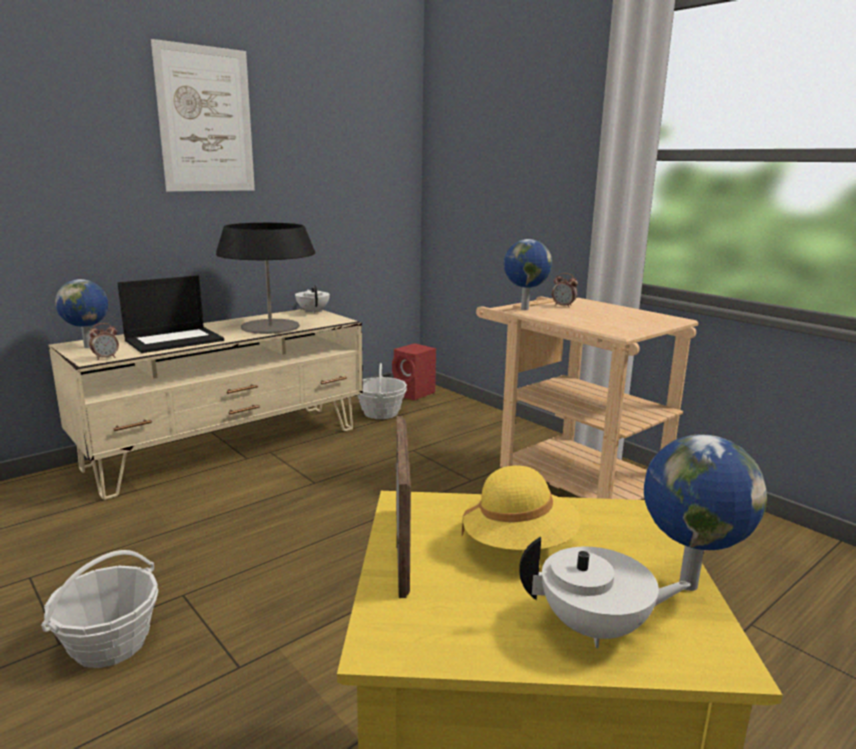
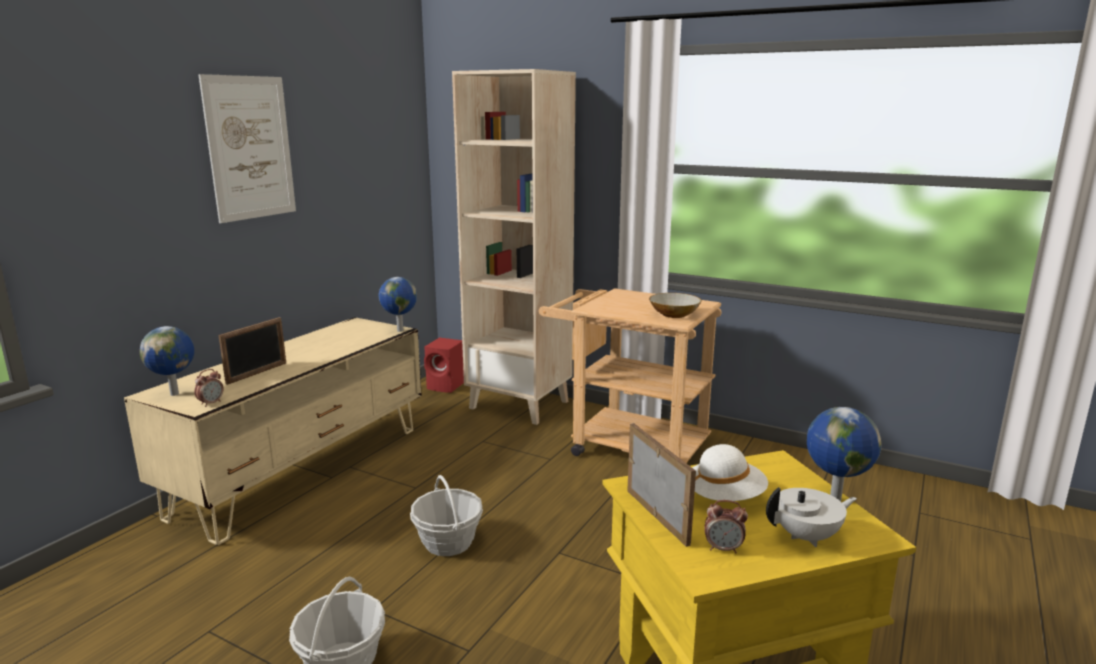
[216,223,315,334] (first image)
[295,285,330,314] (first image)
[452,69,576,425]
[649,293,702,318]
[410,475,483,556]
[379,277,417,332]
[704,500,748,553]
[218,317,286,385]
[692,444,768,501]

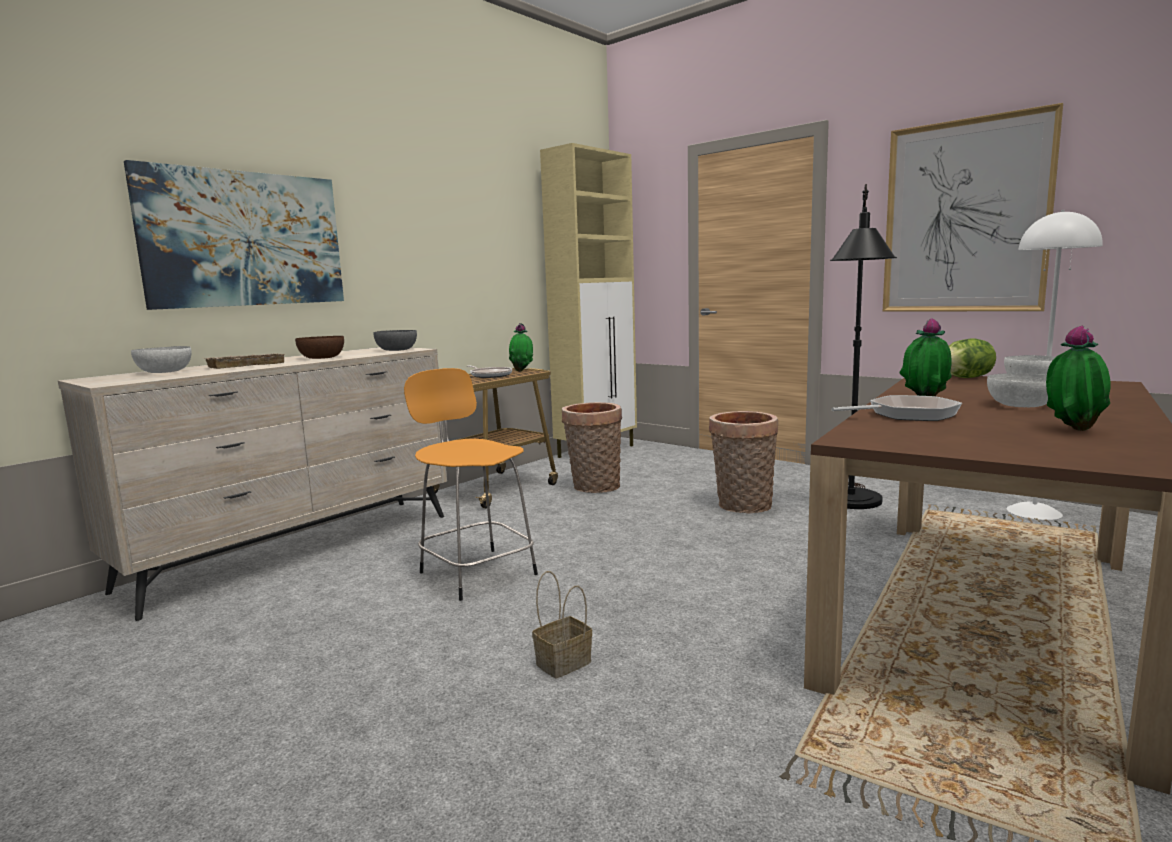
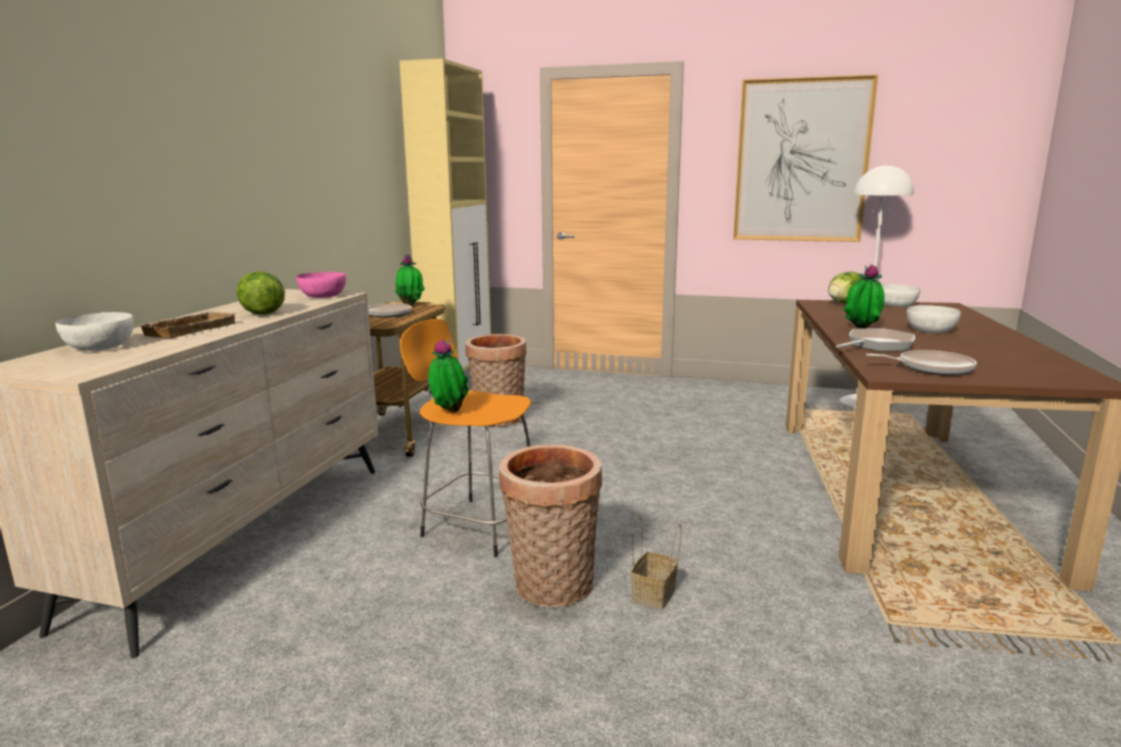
[124,160,344,310] (first image)
[830,184,897,509] (first image)
[866,350,977,375]
[499,444,602,607]
[428,339,469,412]
[237,271,285,315]
[296,272,346,298]

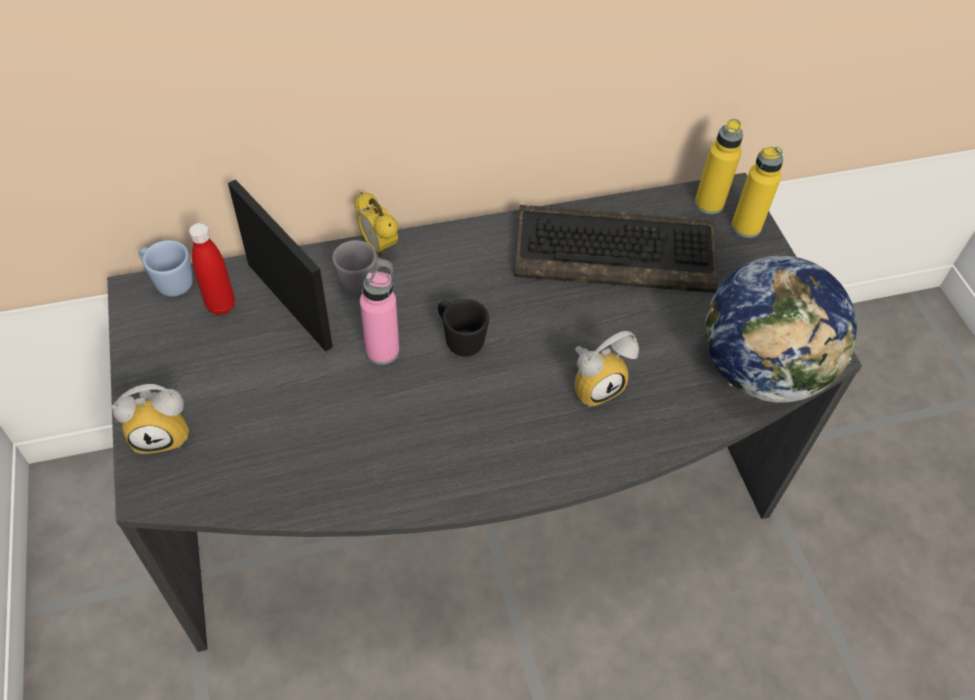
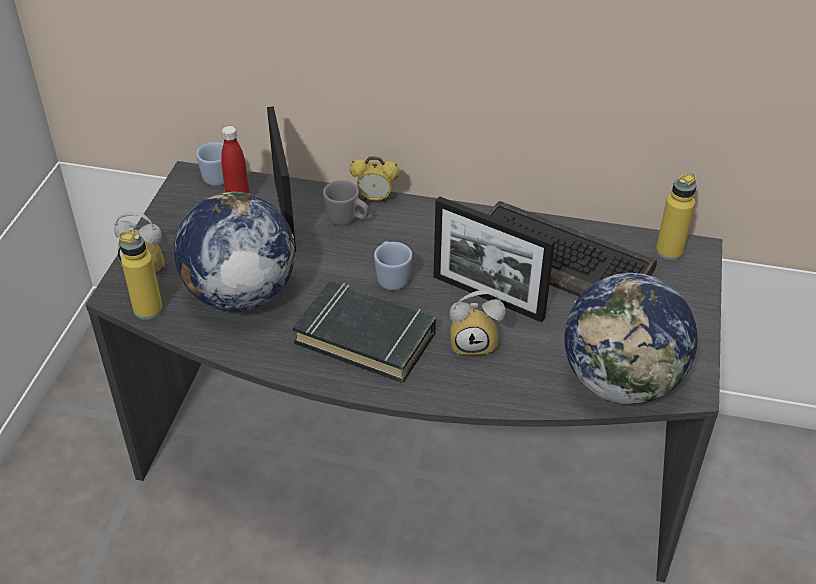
[360,272,399,365] (first image)
[174,192,295,312]
[293,281,436,383]
[433,196,555,322]
[119,231,163,320]
[374,241,412,290]
[350,157,400,203]

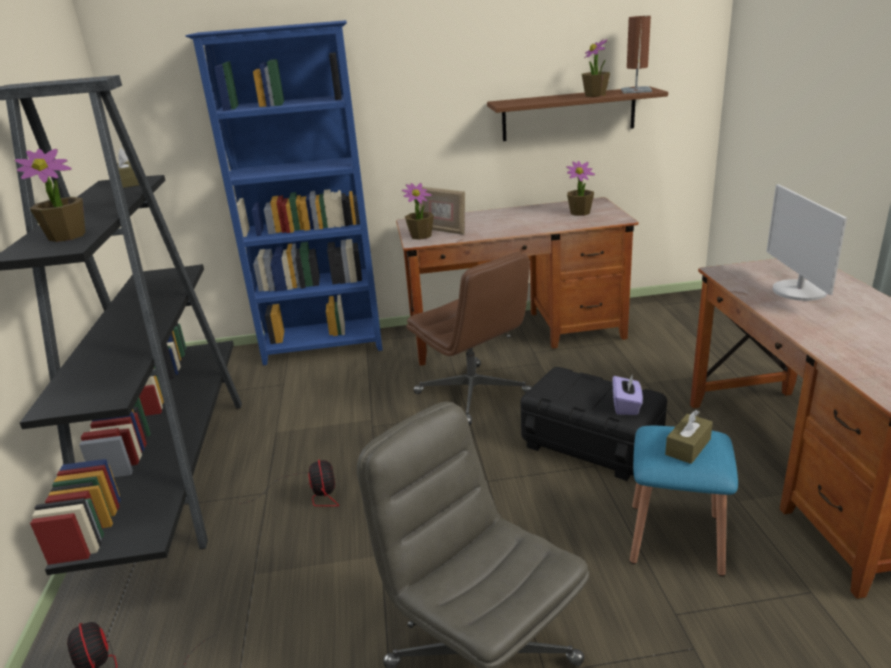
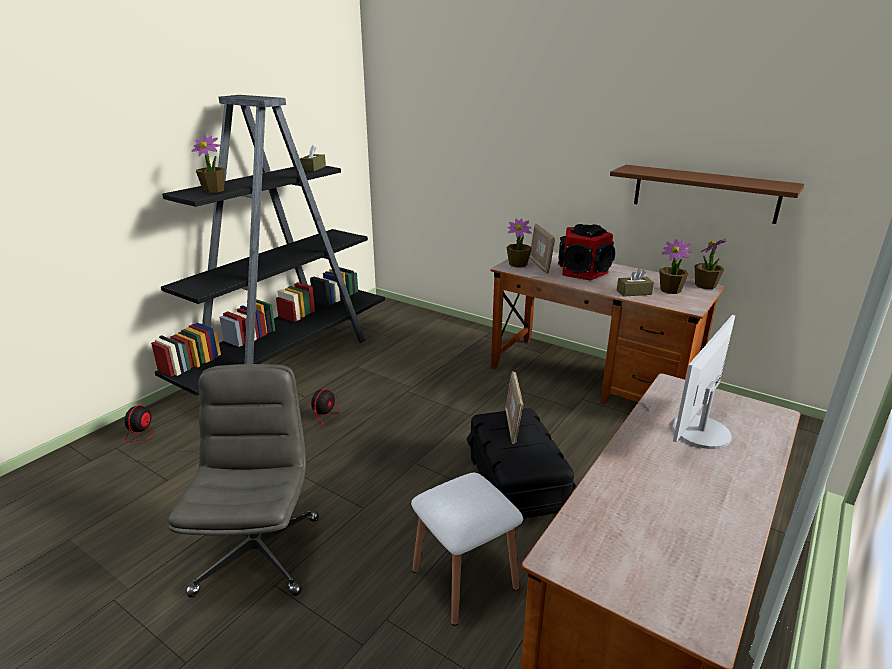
[186,20,383,365] (first image)
[406,252,532,425] (first image)
[612,376,643,415] (first image)
[621,16,652,94] (first image)
[505,371,523,444]
[558,224,615,281]
[695,239,726,289]
[617,268,654,297]
[411,473,523,626]

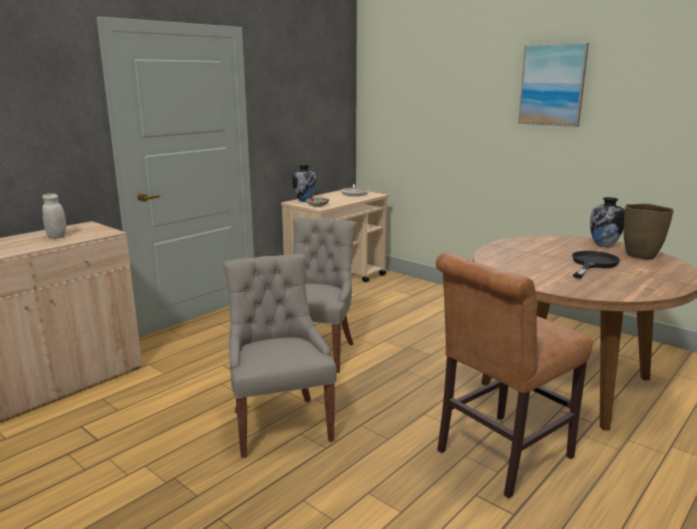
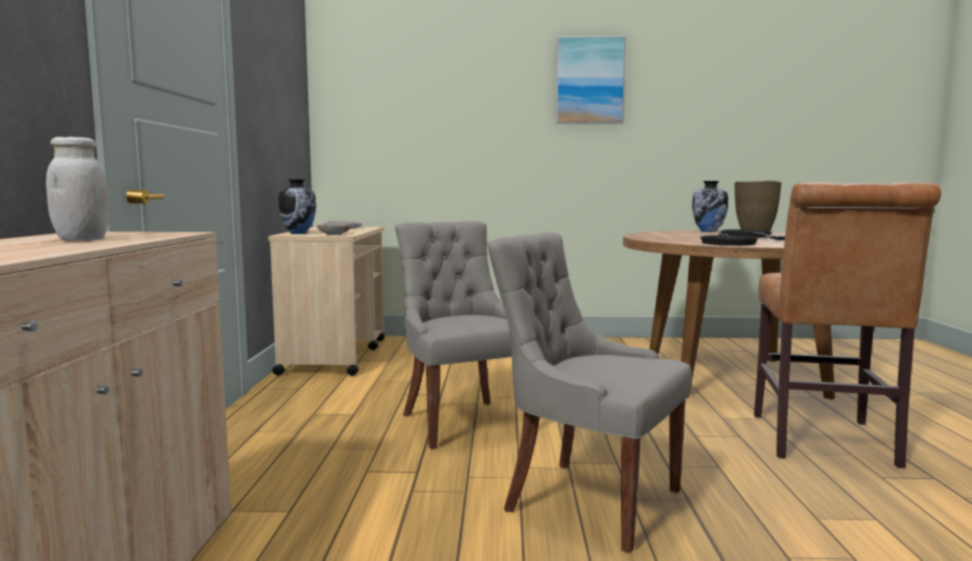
[700,233,758,246]

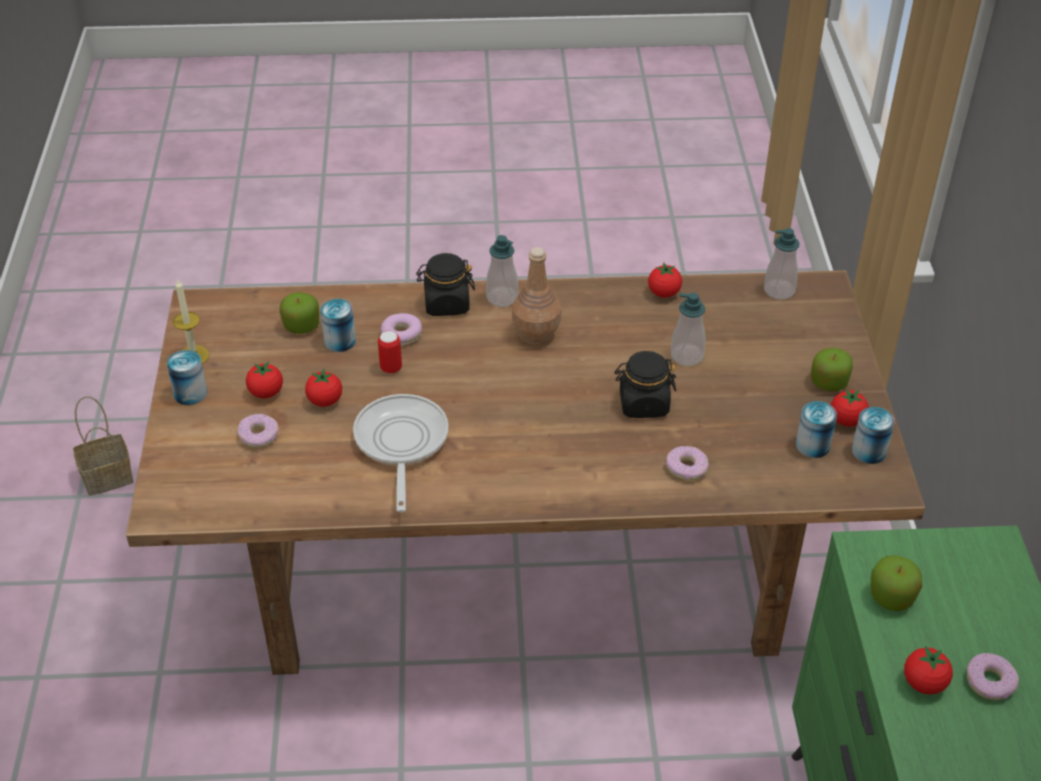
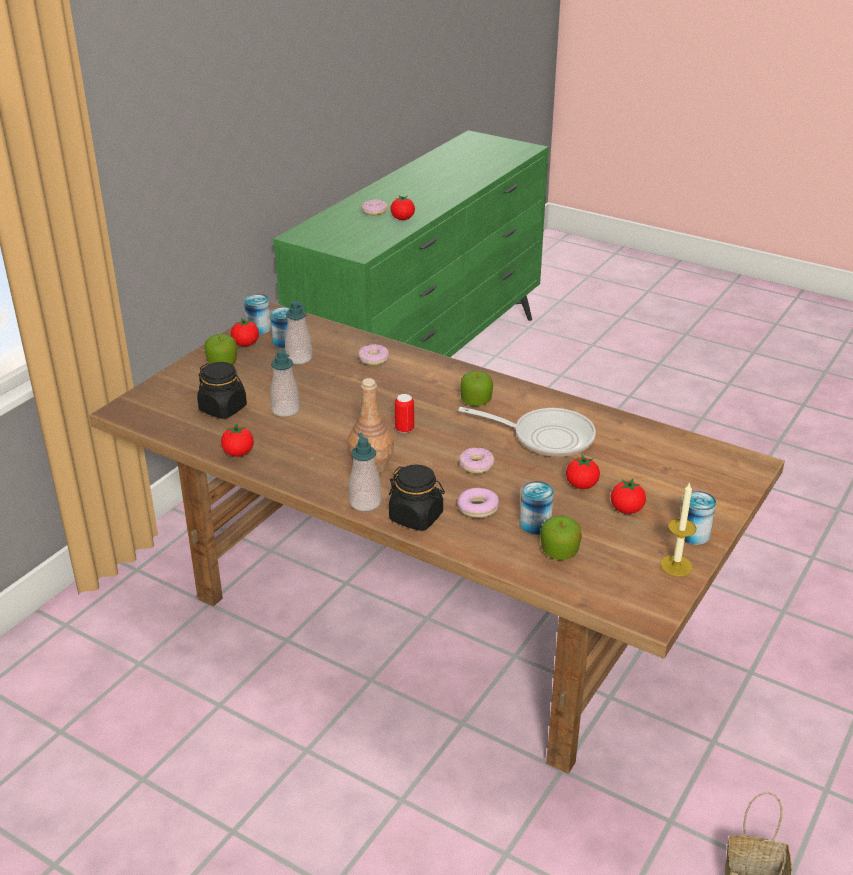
[459,448,494,474]
[395,394,414,433]
[197,362,247,419]
[285,301,313,364]
[461,370,493,406]
[458,407,596,457]

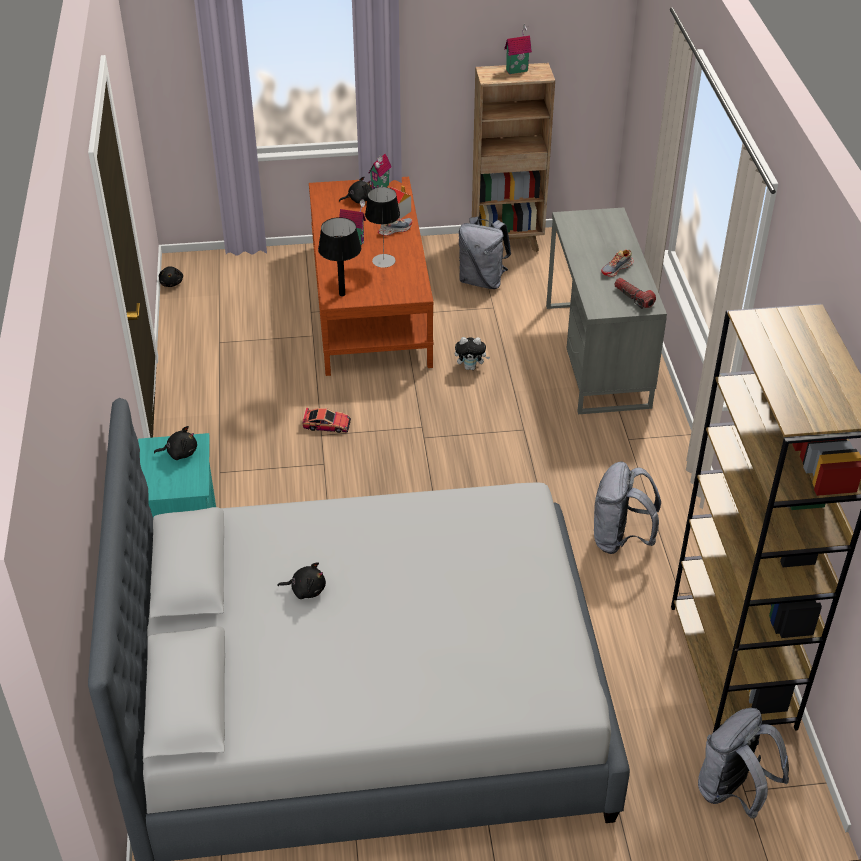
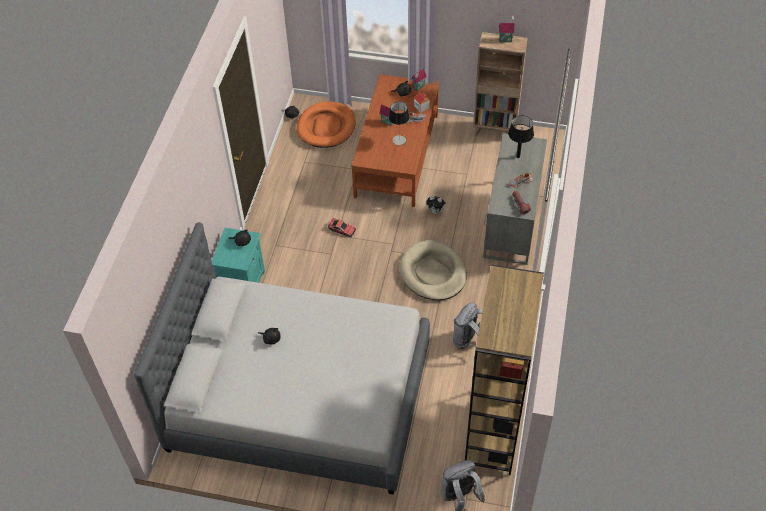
[459,217,511,289] (first image)
[296,101,356,148]
[400,240,467,300]
[508,116,534,158]

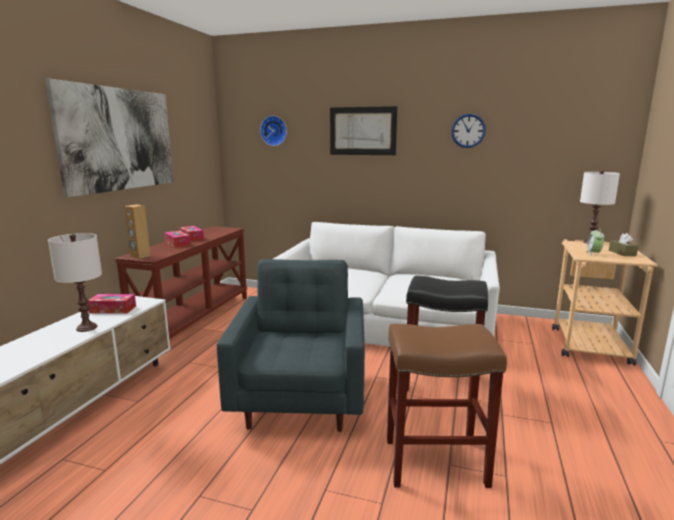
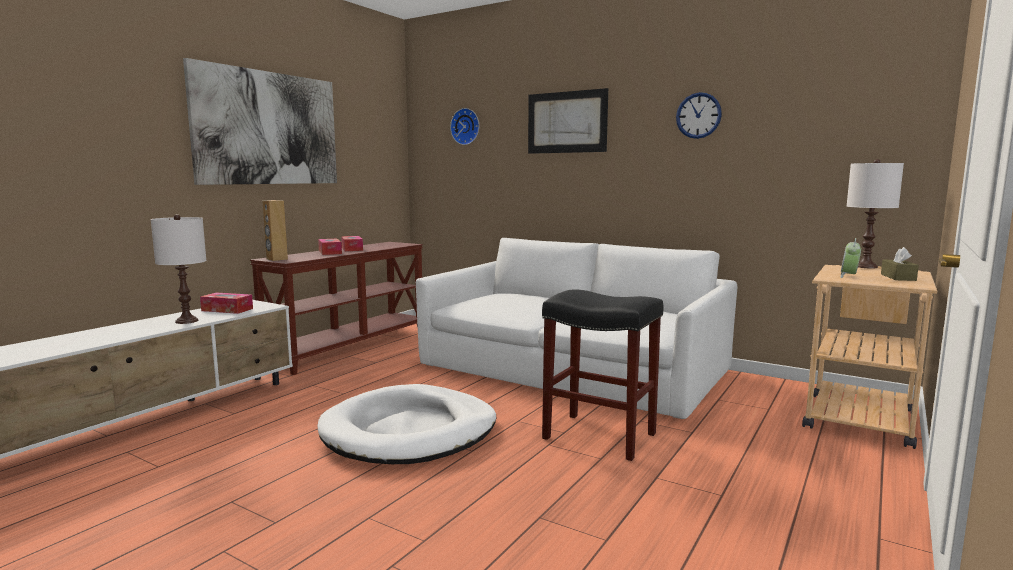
[387,324,507,488] (first image)
[317,384,496,464]

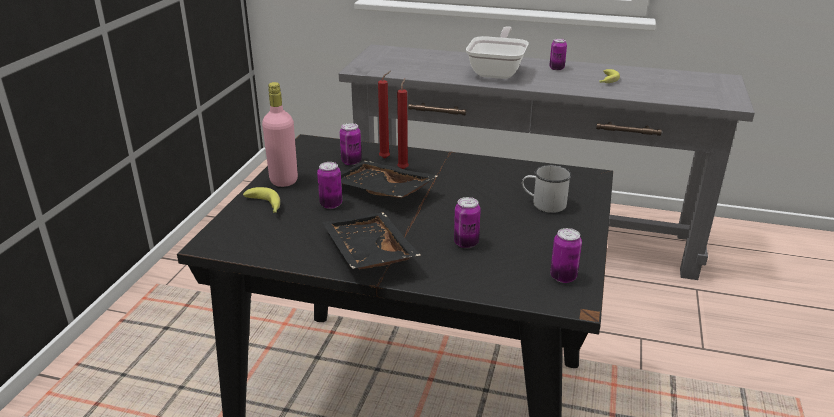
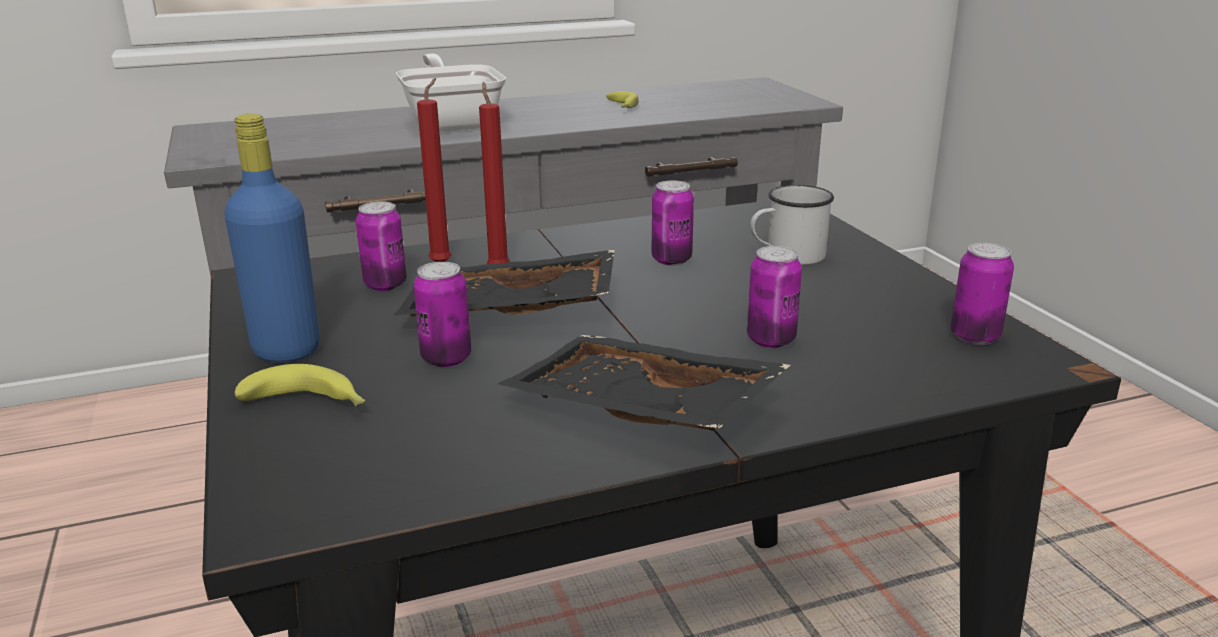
[651,180,694,265]
[224,114,320,362]

